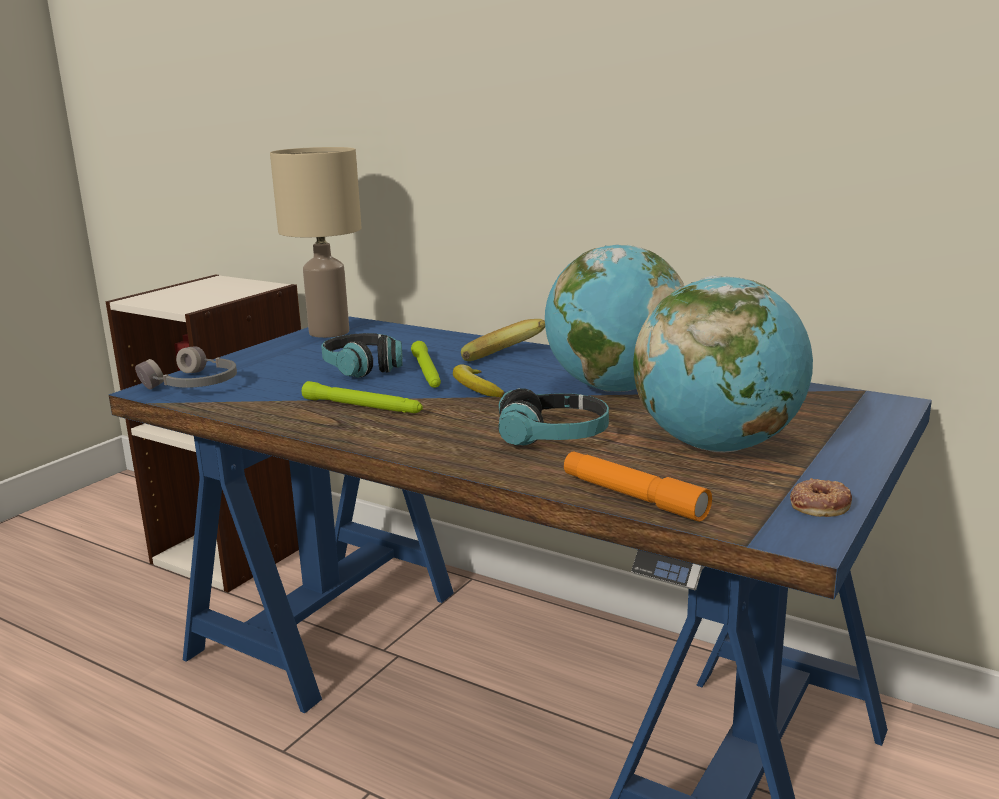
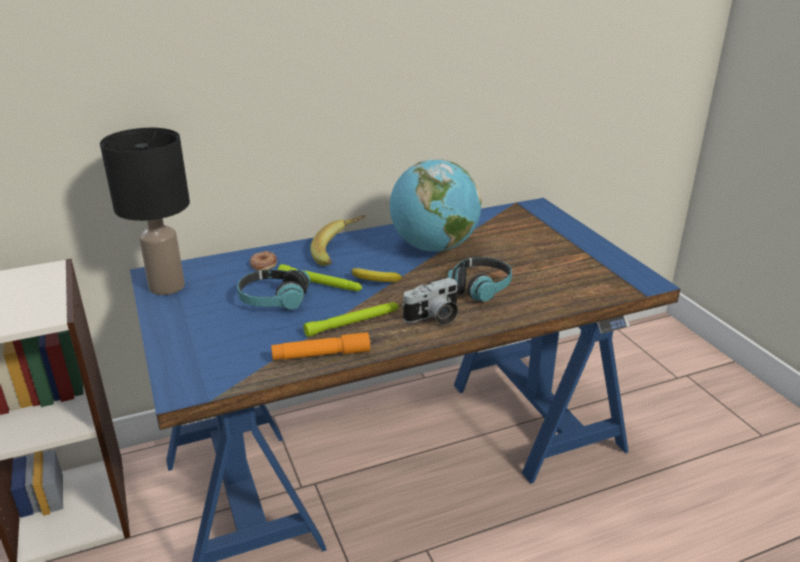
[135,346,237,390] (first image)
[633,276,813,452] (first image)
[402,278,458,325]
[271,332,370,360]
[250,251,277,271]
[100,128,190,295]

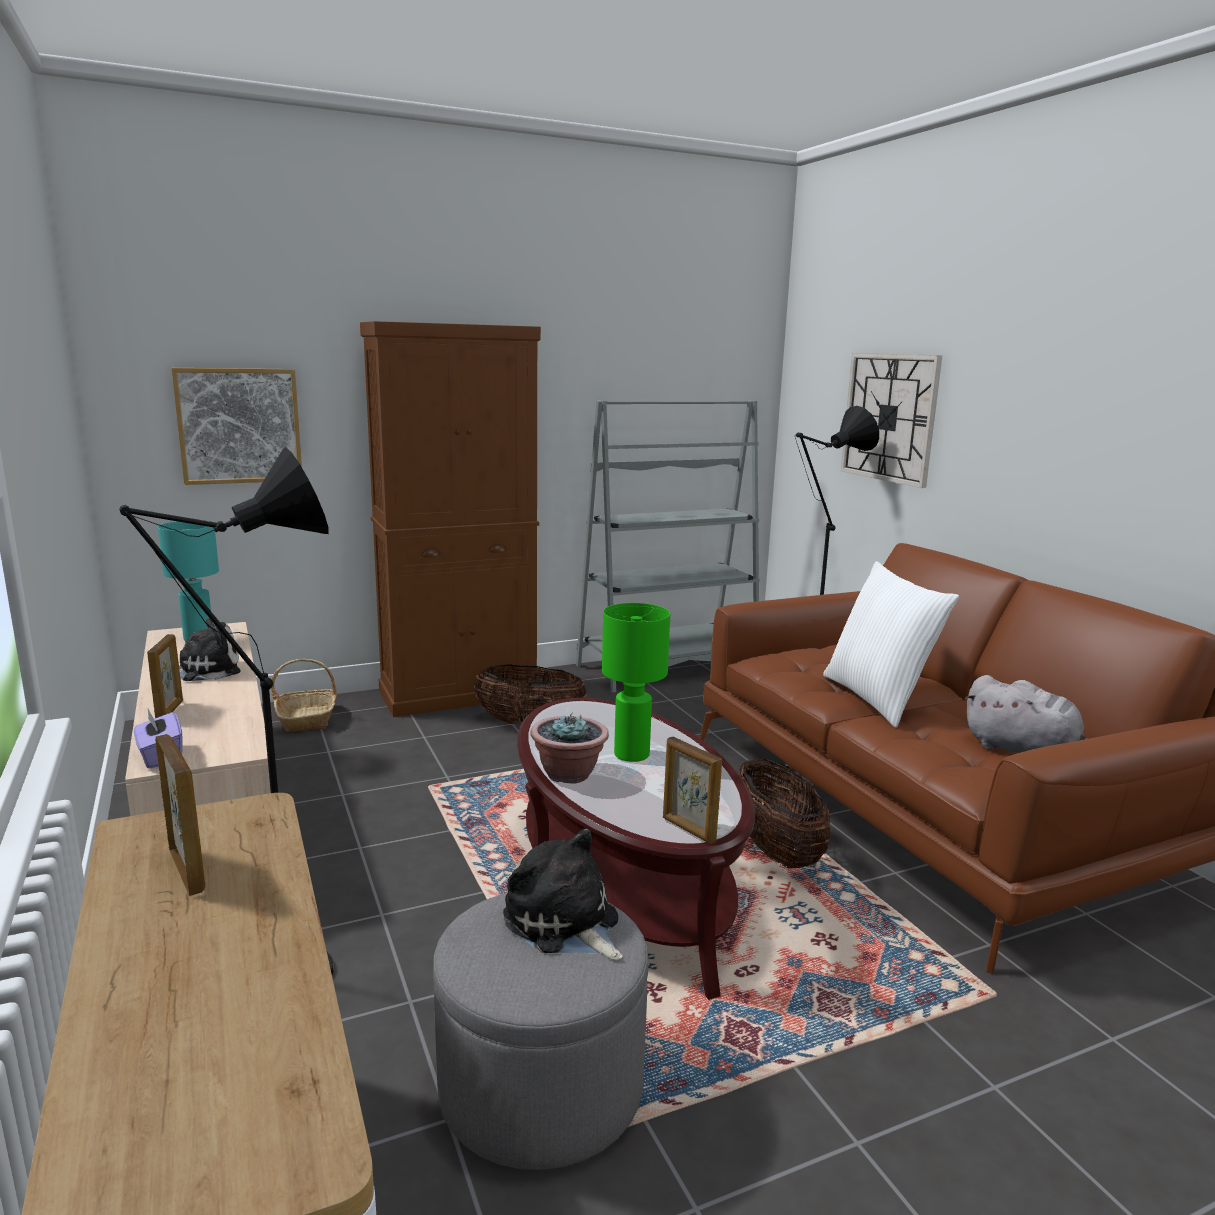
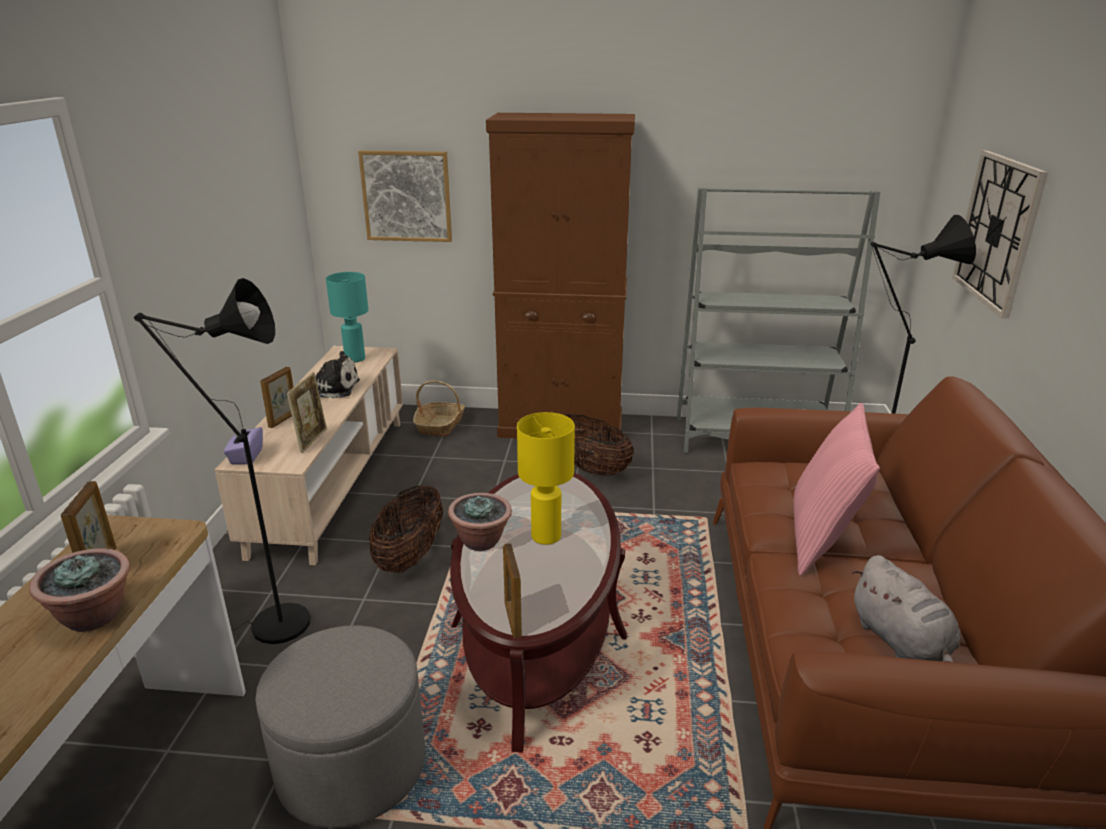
[503,828,623,960] (first image)
[29,548,130,632]
[287,372,327,453]
[369,485,443,573]
[517,412,575,545]
[793,403,880,576]

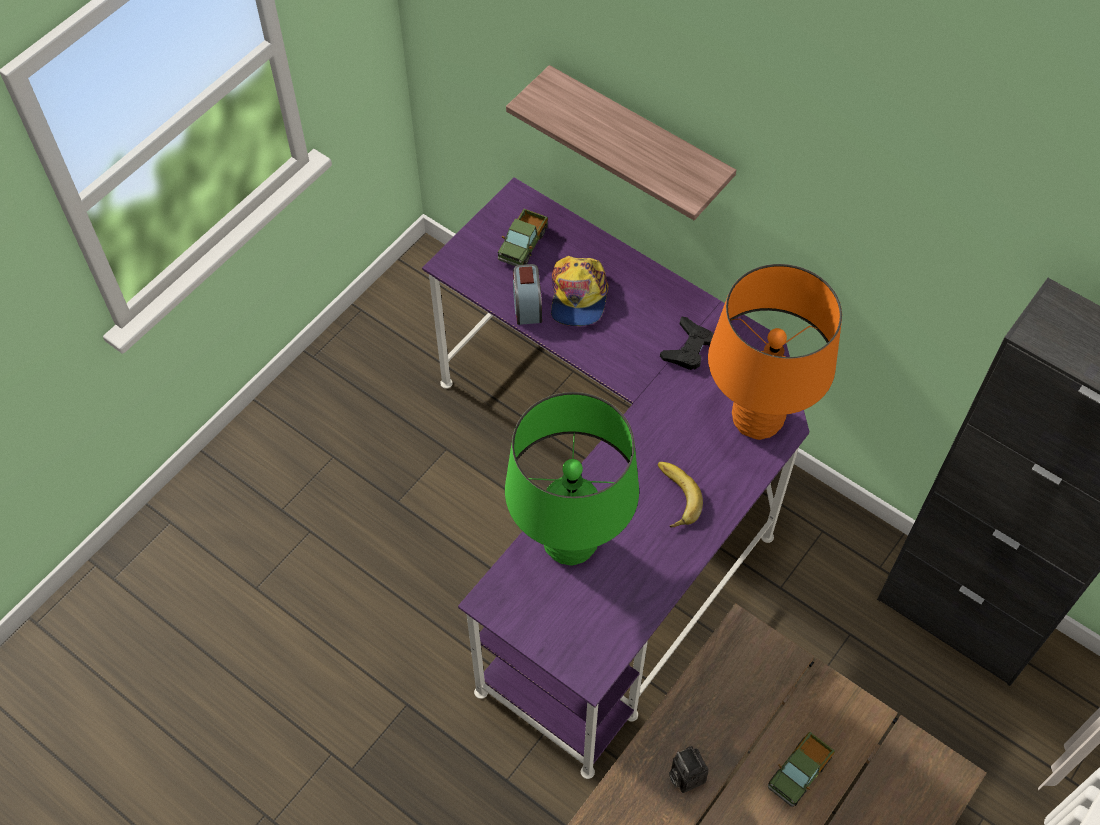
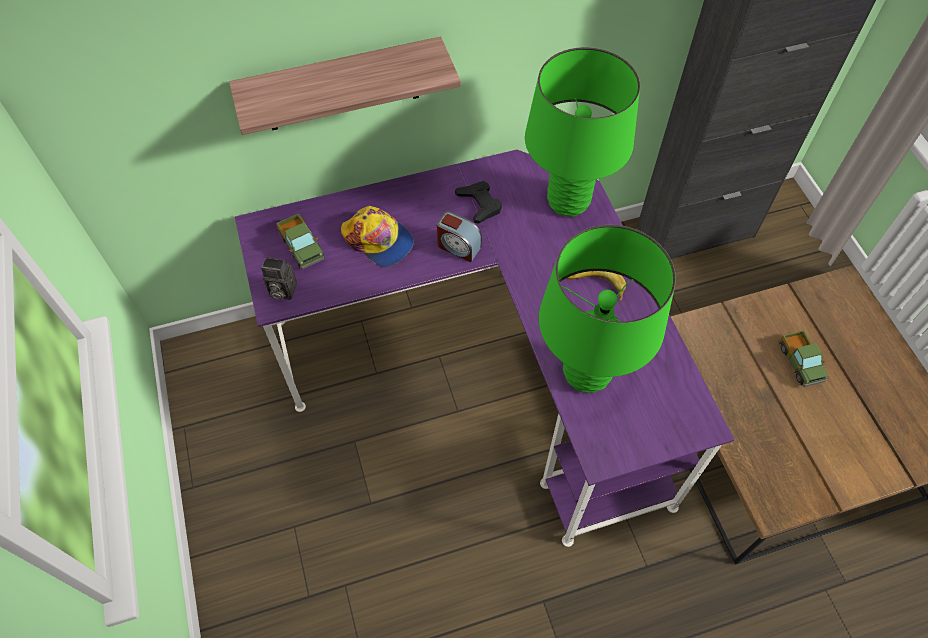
[437,211,482,262]
[261,257,297,300]
[525,47,640,217]

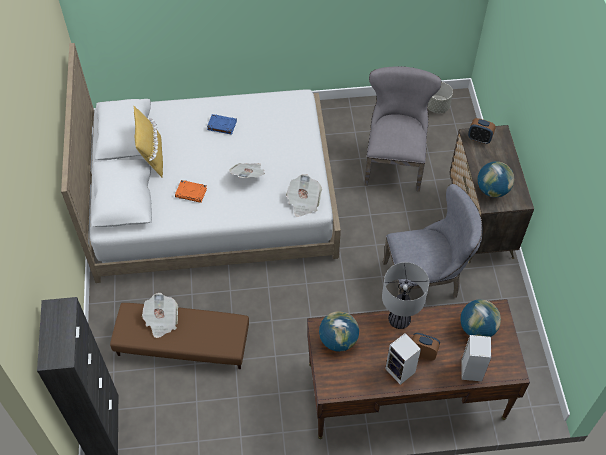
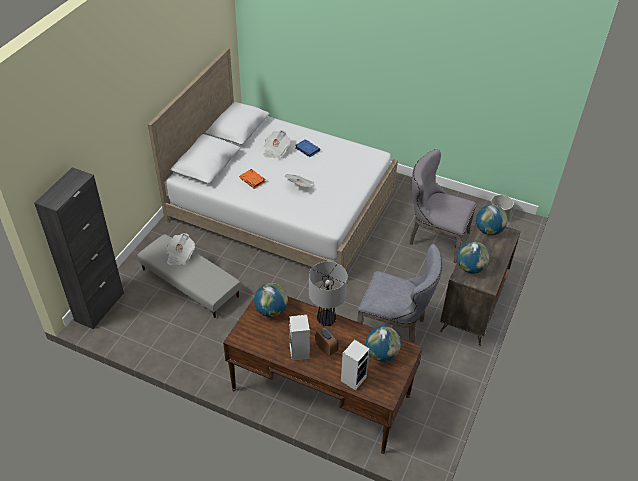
[133,106,163,177] (first image)
[263,130,291,158]
[476,205,507,235]
[137,234,241,318]
[409,149,476,263]

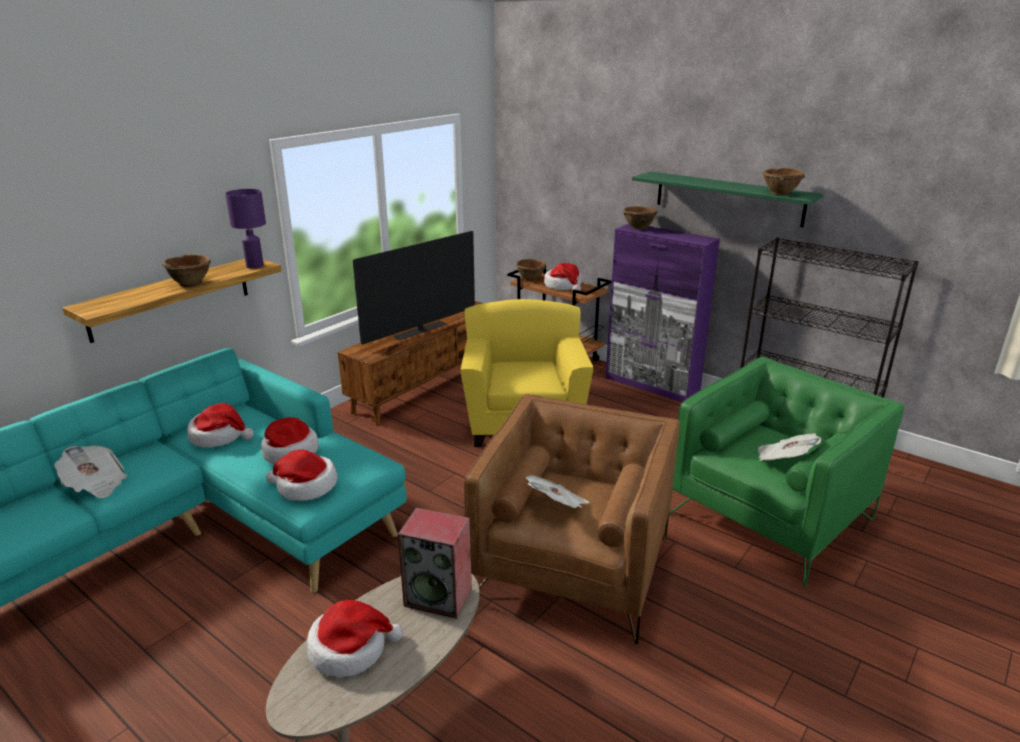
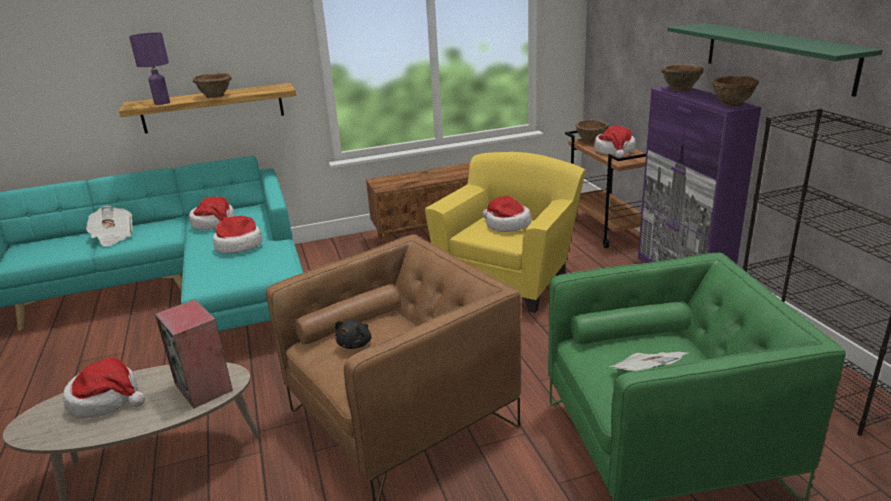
[353,231,475,345] (first image)
[129,32,170,105]
[482,196,531,232]
[711,76,759,106]
[335,319,372,349]

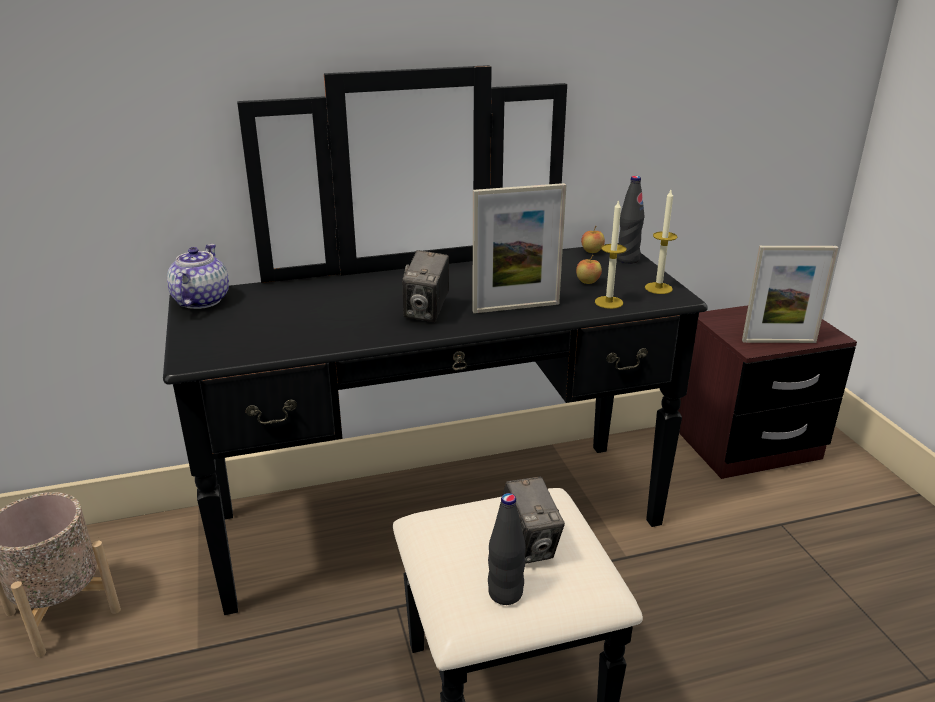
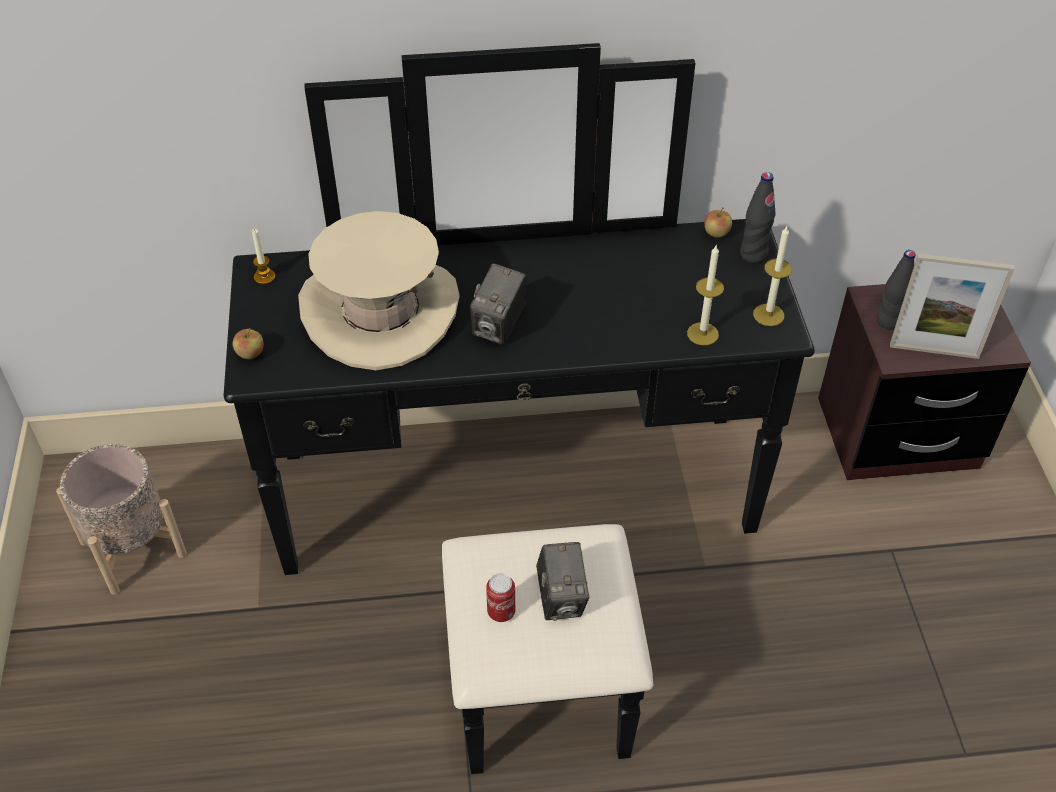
[472,183,566,313] (first image)
[298,211,460,370]
[486,573,515,622]
[877,250,916,330]
[233,328,264,359]
[252,229,275,284]

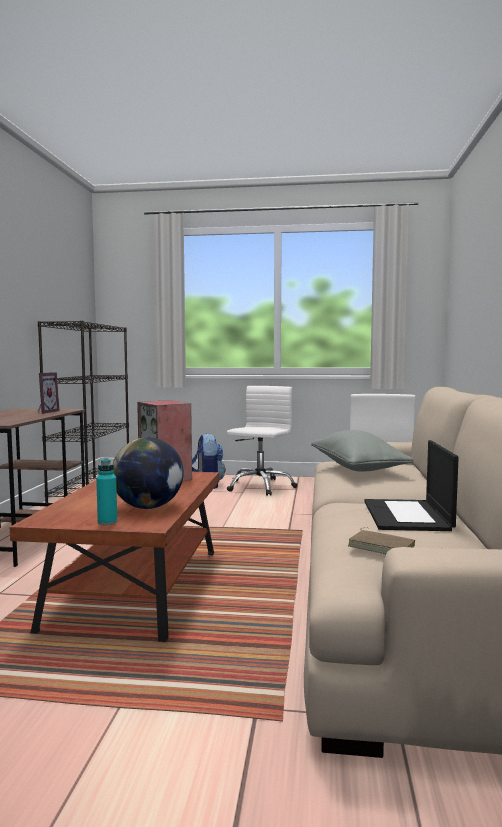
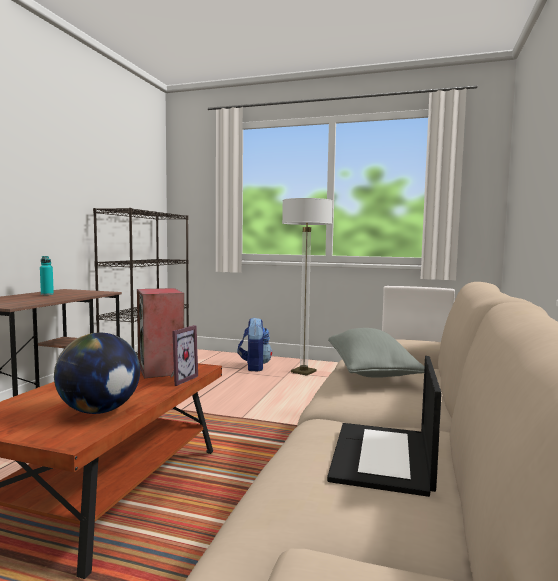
[347,527,415,554] (first image)
[170,325,198,386]
[40,256,54,295]
[282,198,333,376]

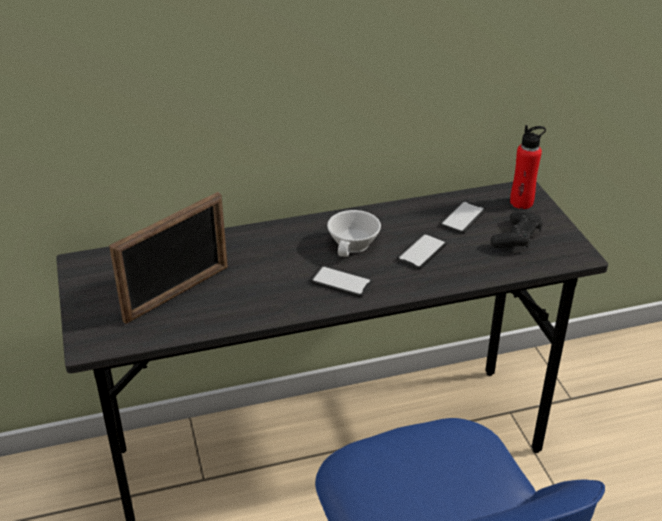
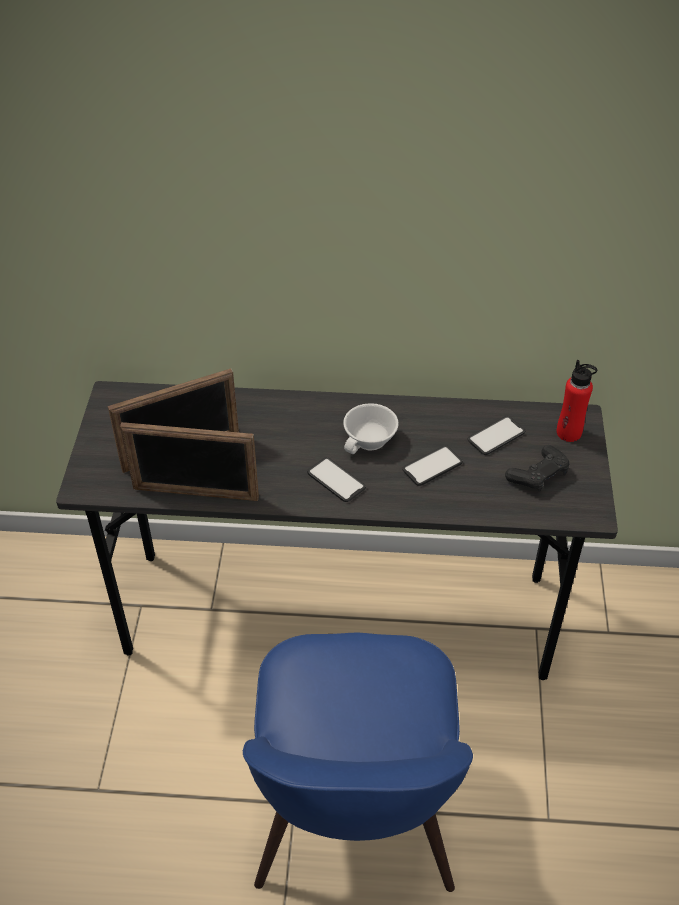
[120,422,259,501]

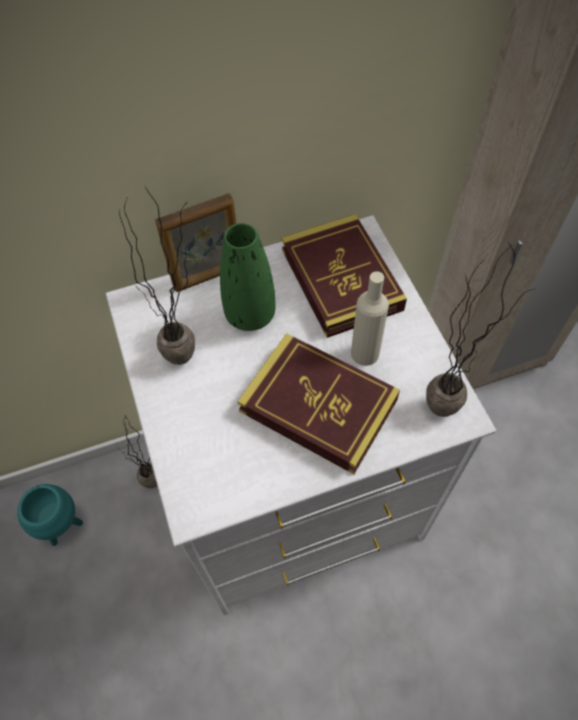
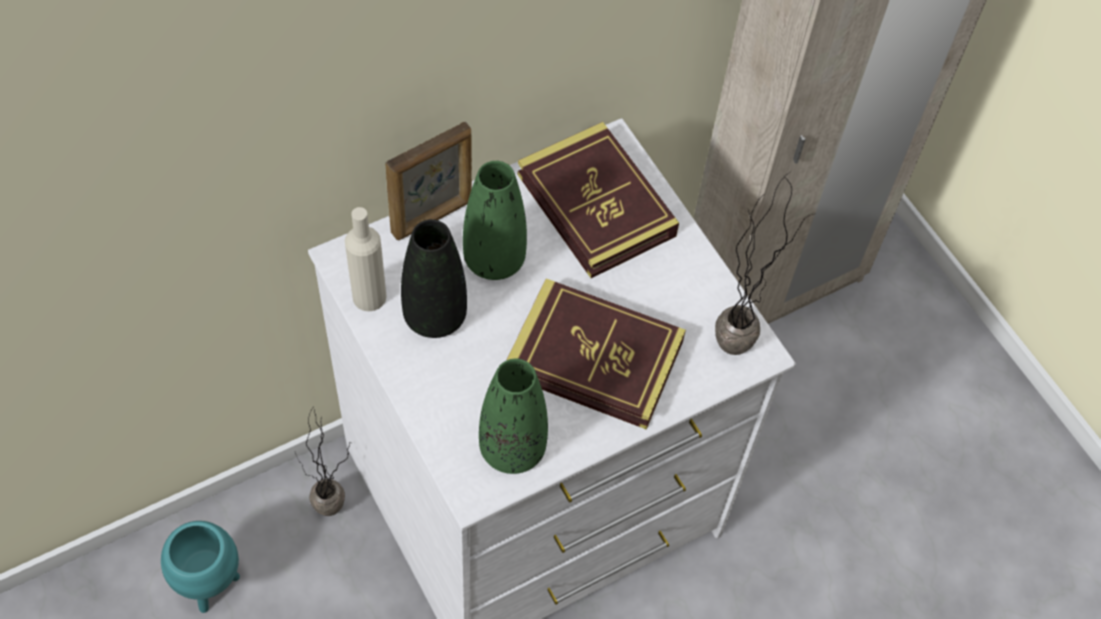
[479,358,548,474]
[345,207,387,311]
[401,219,467,338]

